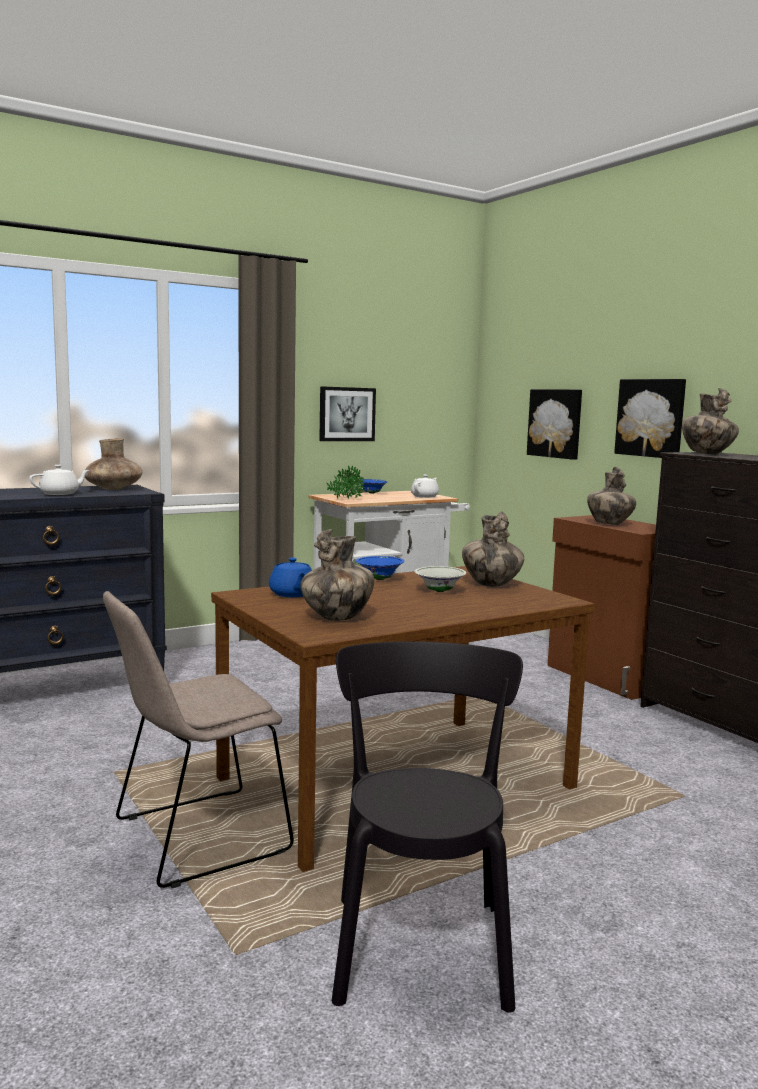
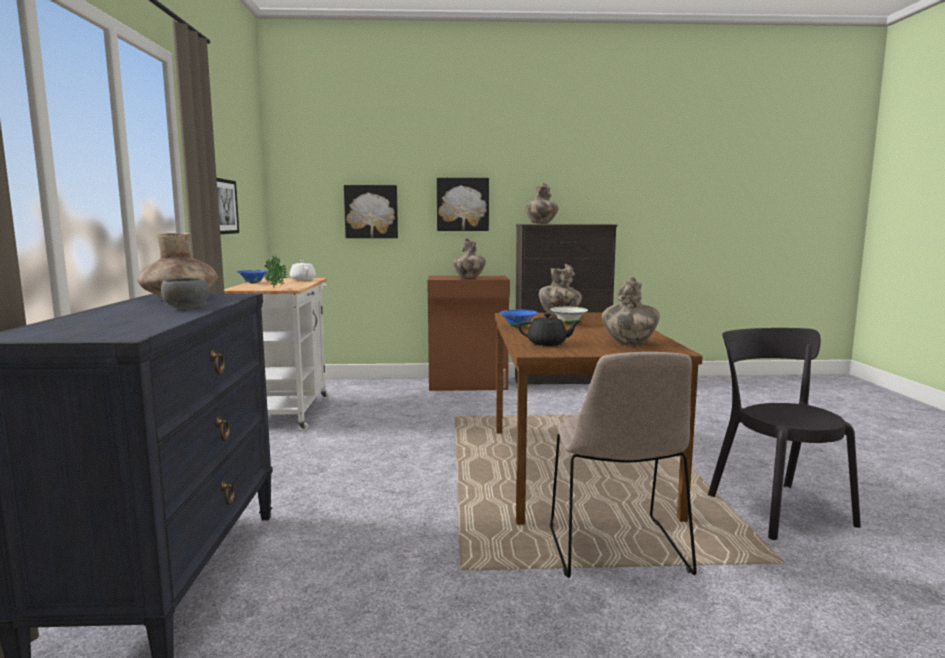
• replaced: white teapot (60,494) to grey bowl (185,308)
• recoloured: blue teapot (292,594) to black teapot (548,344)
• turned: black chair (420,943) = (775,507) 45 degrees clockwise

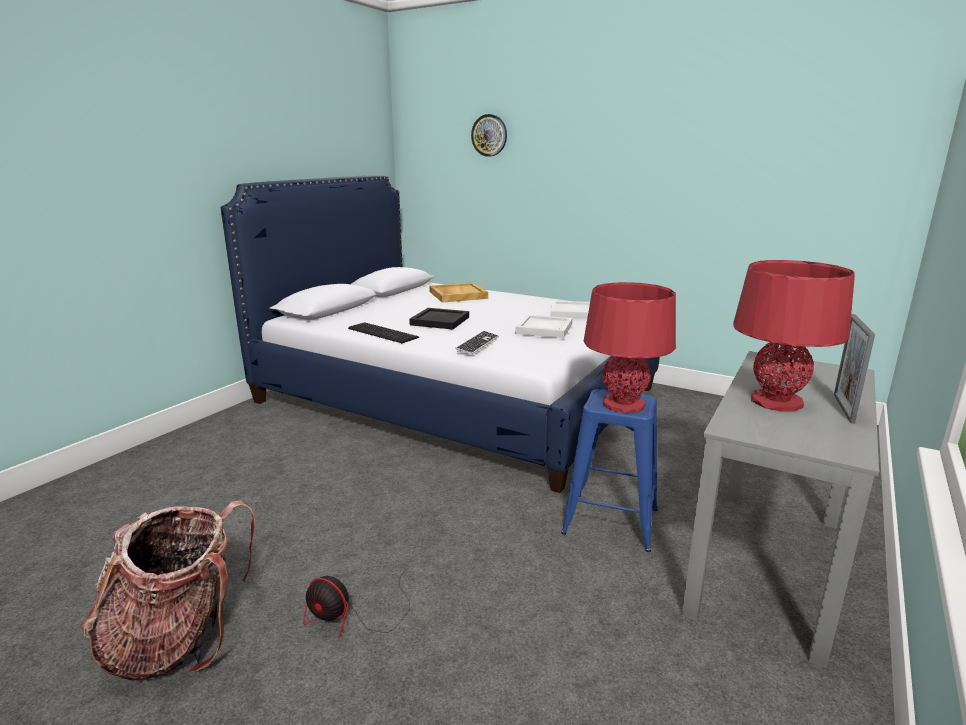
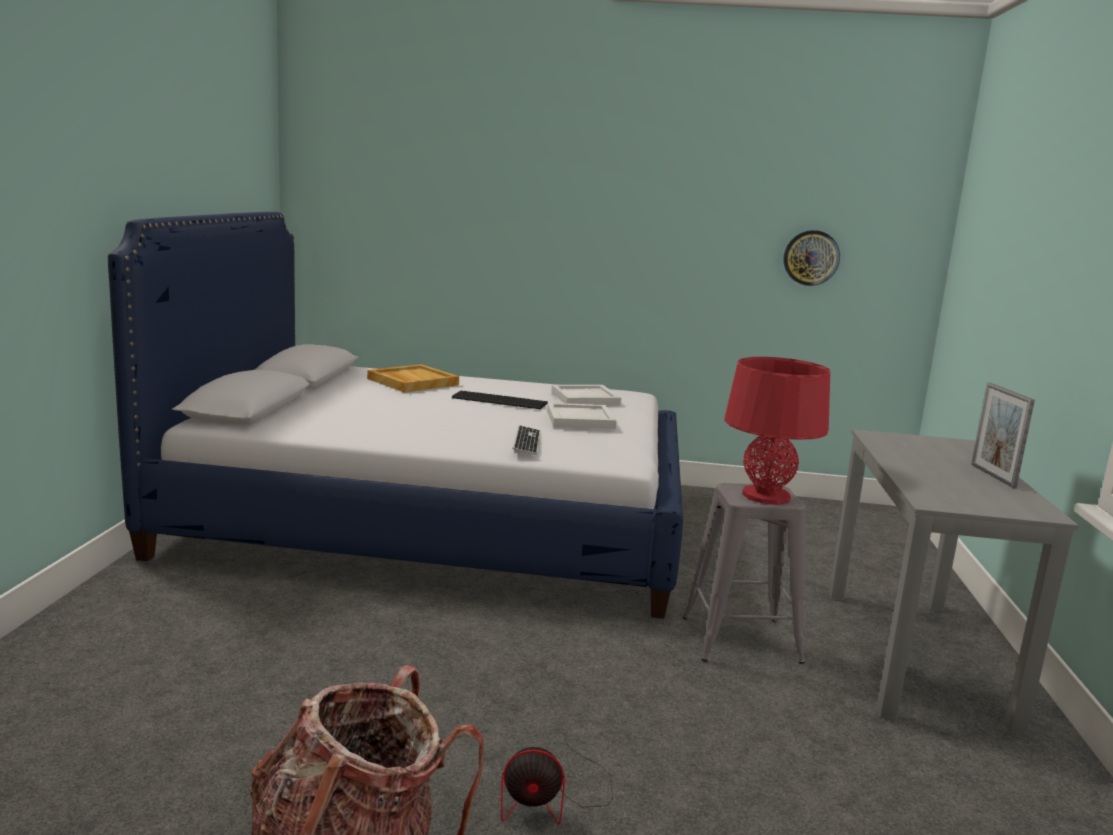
• removed: black tray (439,321)
• removed: red table lamp (776,402)
• moved: keyboard (383,332) to (499,400)
• moved: wall clock (489,135) to (811,257)
• recoloured: blue stool (610,521) to grey stool (741,639)

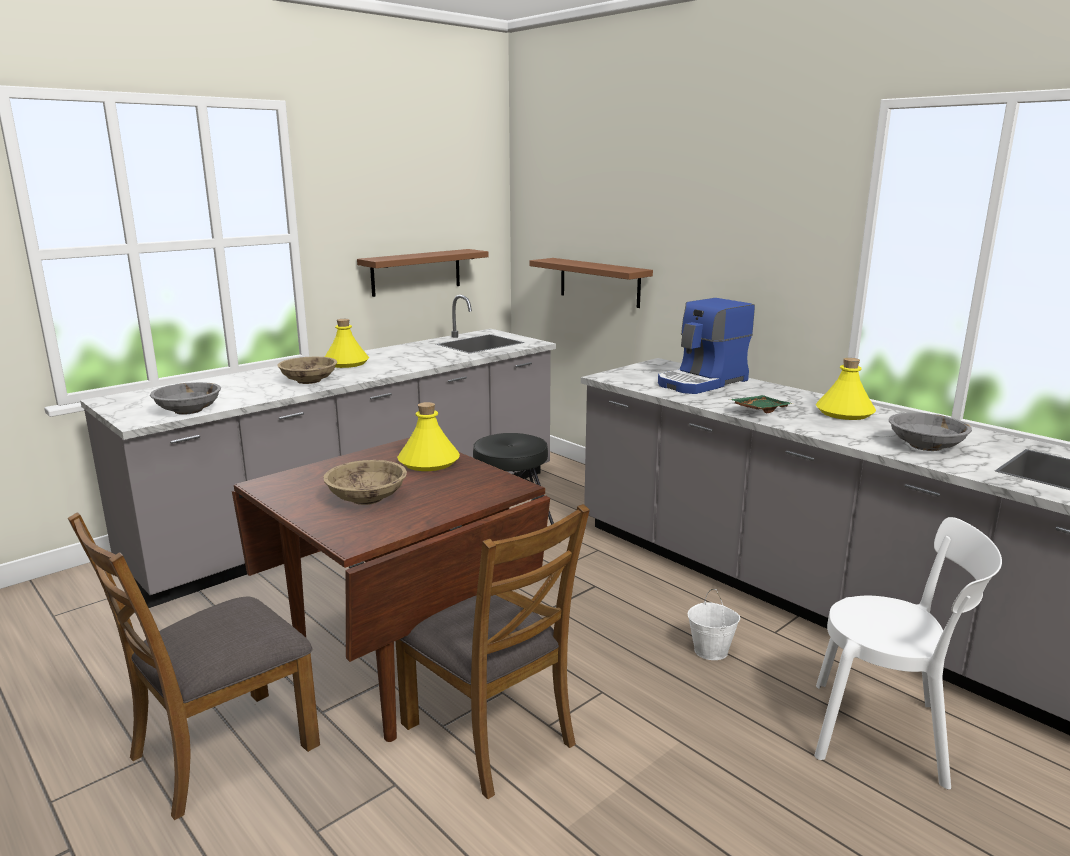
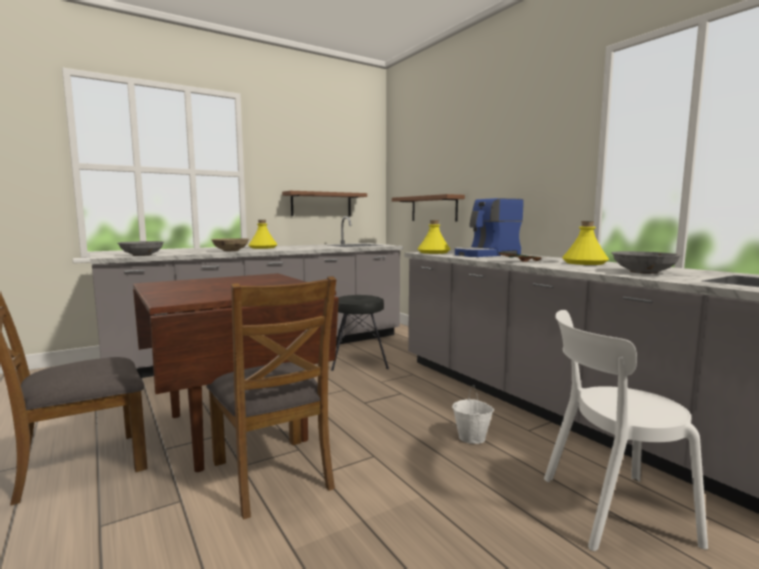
• removed: beige bowl (367,498)
• moved: yellow bottle (428,462) to (433,252)
• turned: white chair (886,734) = (609,510) 150 degrees clockwise

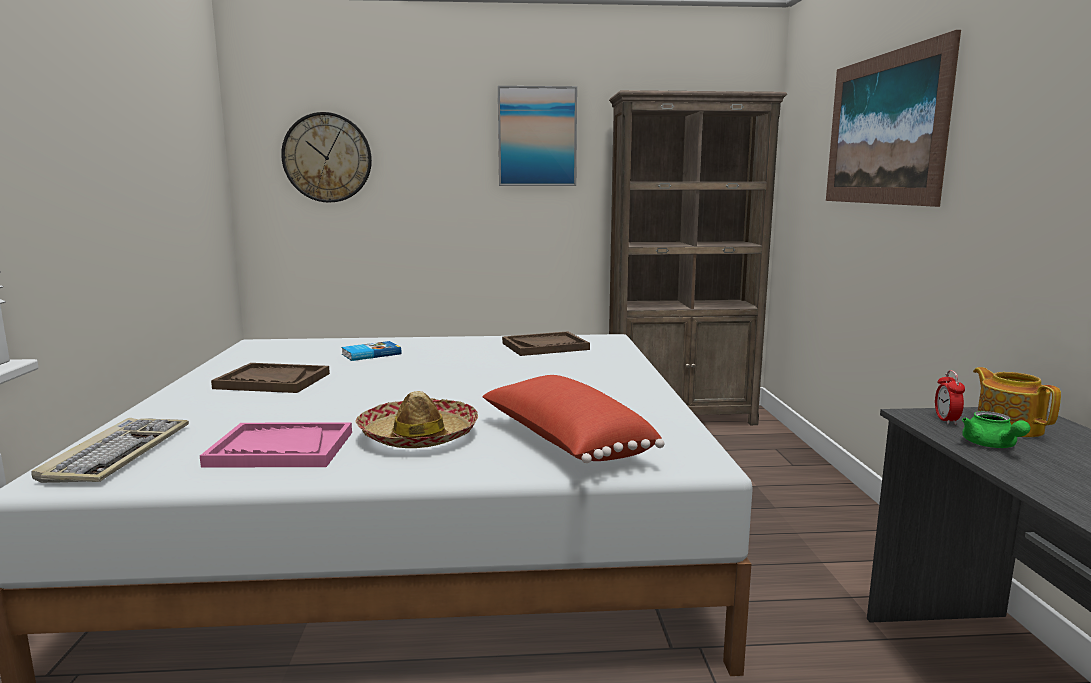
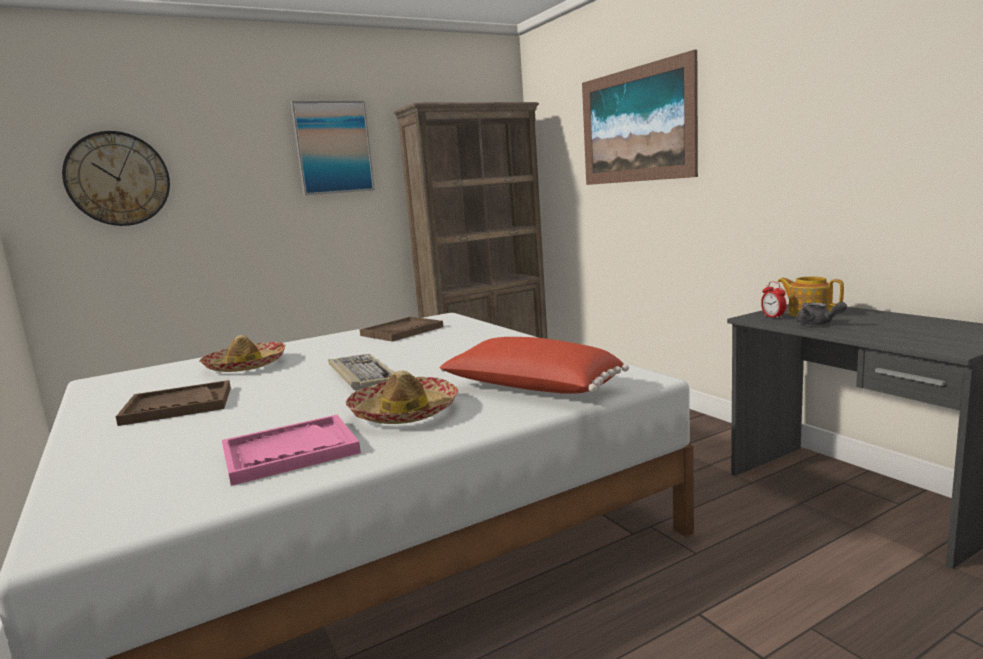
• moved: keyboard (117,453) to (361,374)
• replaced: book (370,354) to hat (246,366)
• recoloured: green teapot (992,445) to grey teapot (818,324)

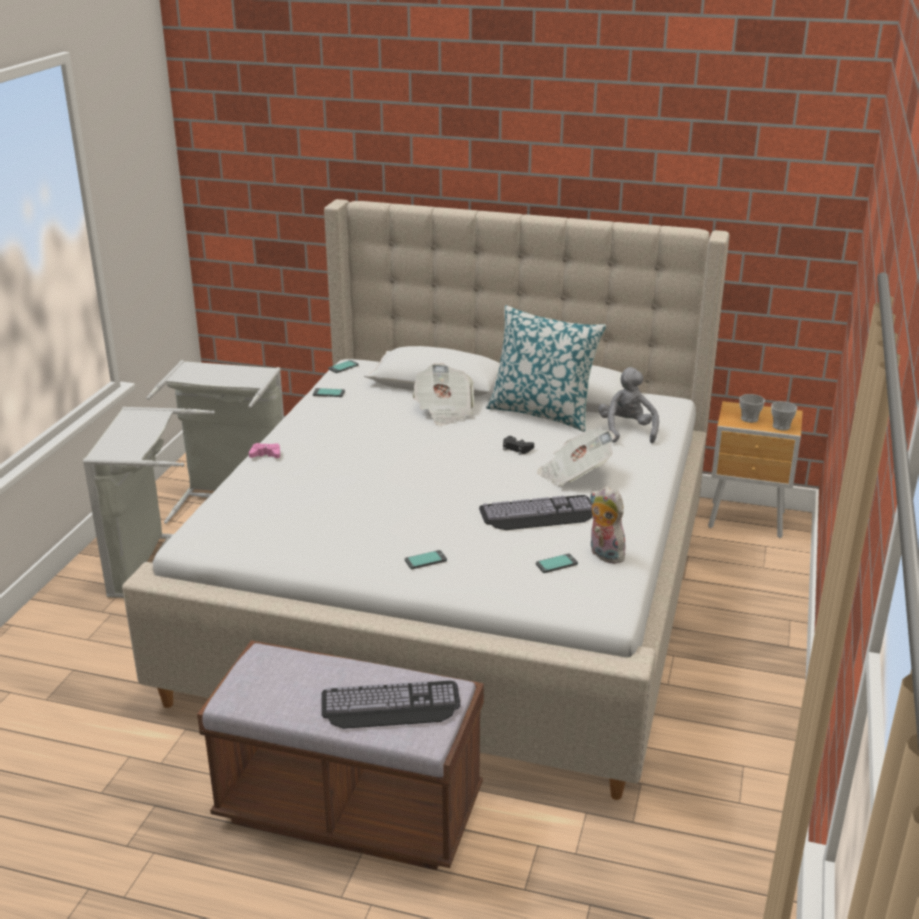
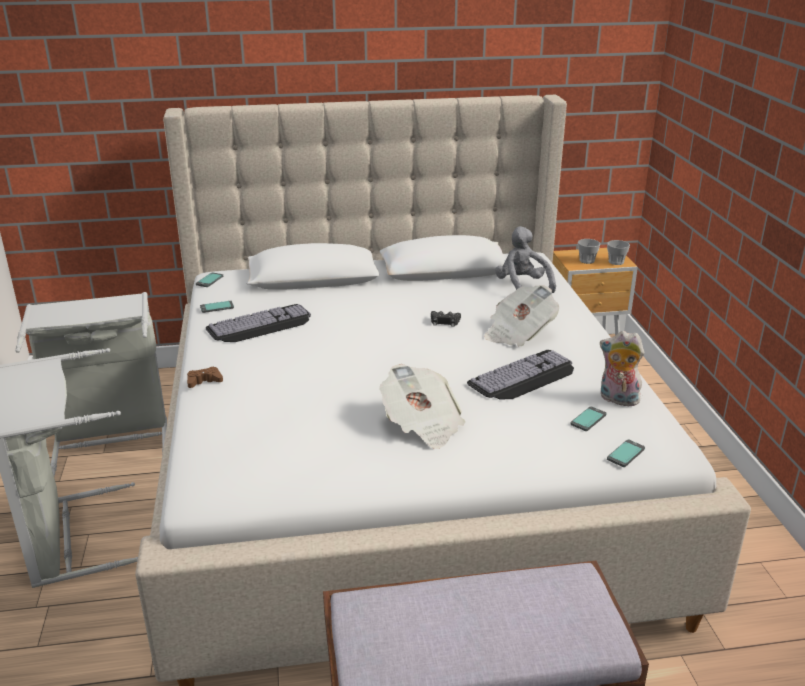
• removed: pillow (542,413)
• moved: keyboard (389,706) to (261,325)
• moved: phone (425,560) to (625,454)
• moved: newspaper (444,410) to (422,425)
• recoloured: pink game controller (266,455) to brown game controller (204,381)

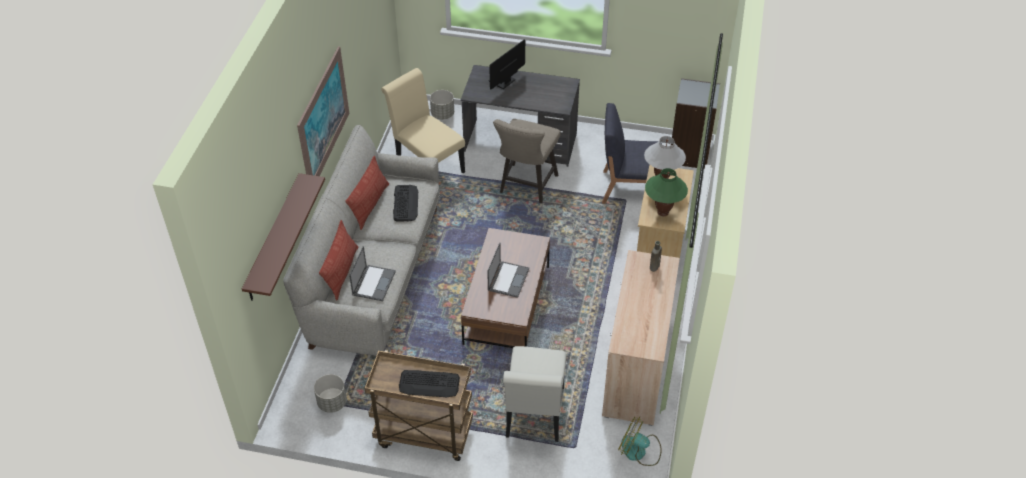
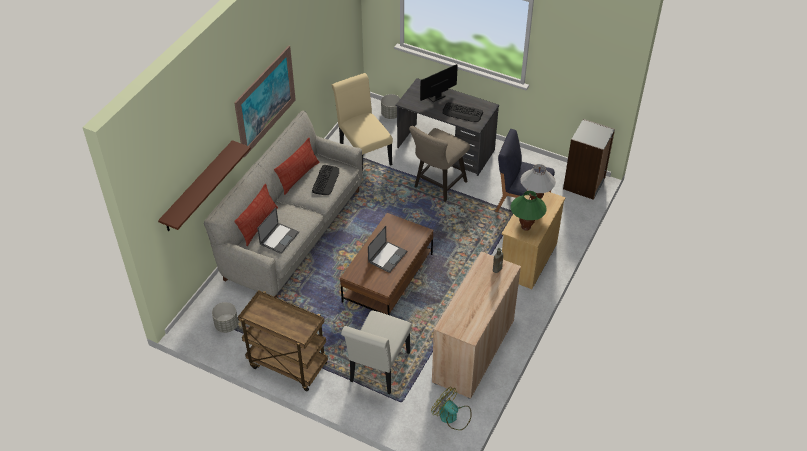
• moved: keyboard (429,384) to (462,113)

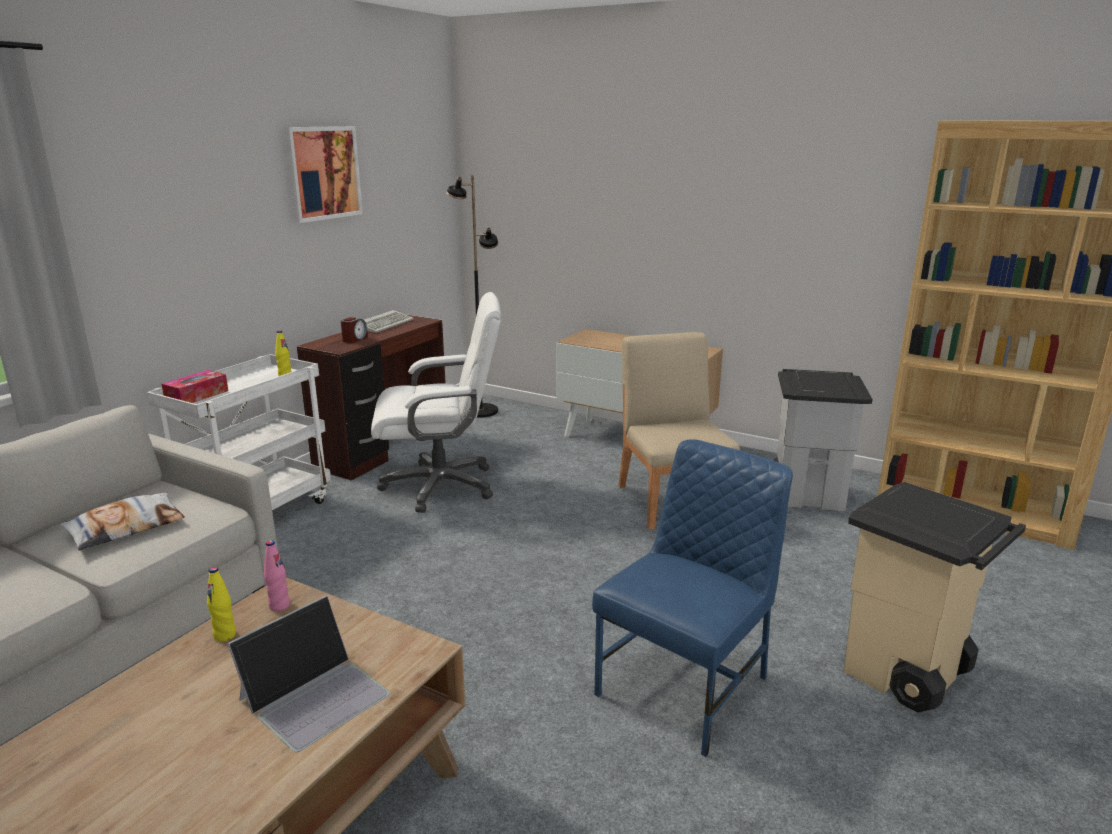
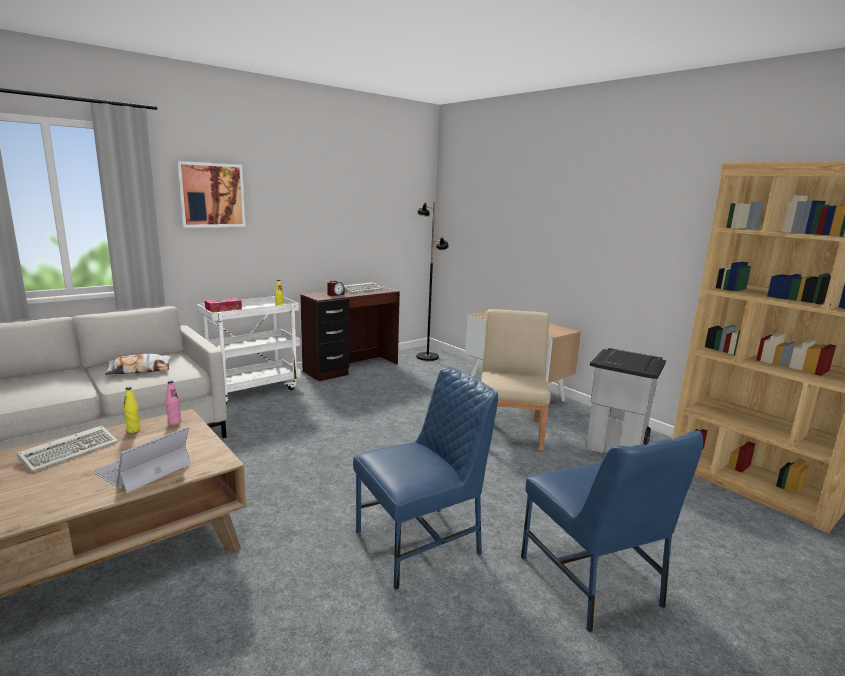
• removed: white office chair (441,485)
• added: keyboard (72,450)
• moved: picture (323,173) to (211,195)
• replaced: beige trash can (905,674) to blue chair (592,582)
• turned: laptop (315,695) = (142,469) 150 degrees clockwise

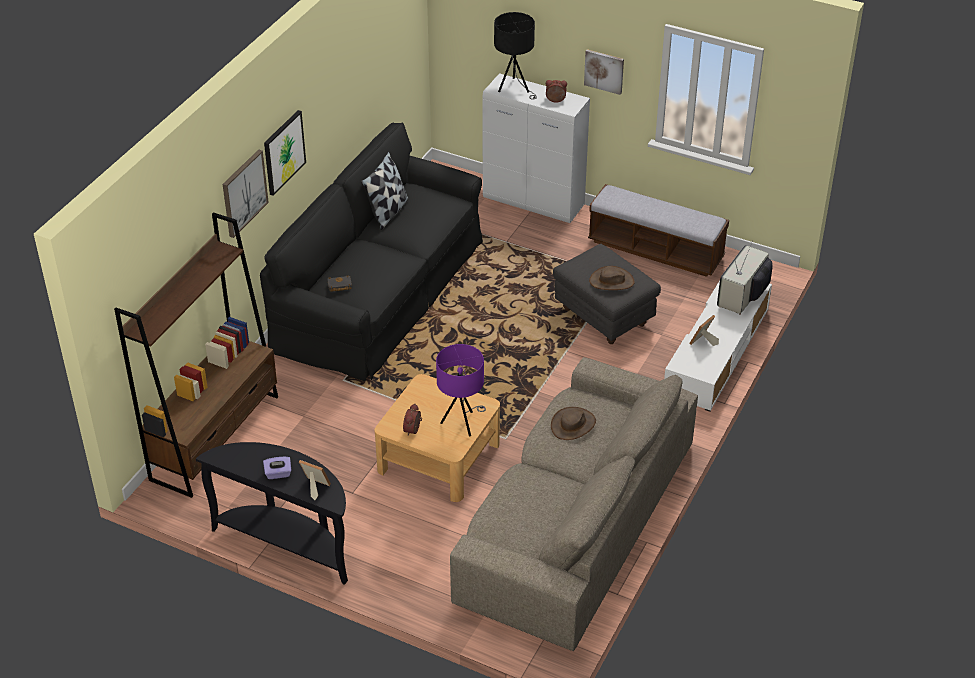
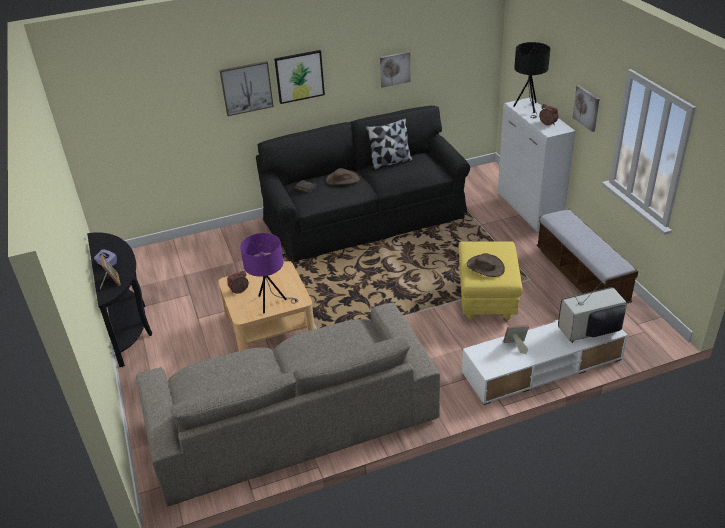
• removed: brown bookcase (215,437)
• added: picture (394,69)
• moved: brown hat (573,425) to (342,180)
• recoloured: grey ottoman (605,317) to yellow ottoman (487,300)

